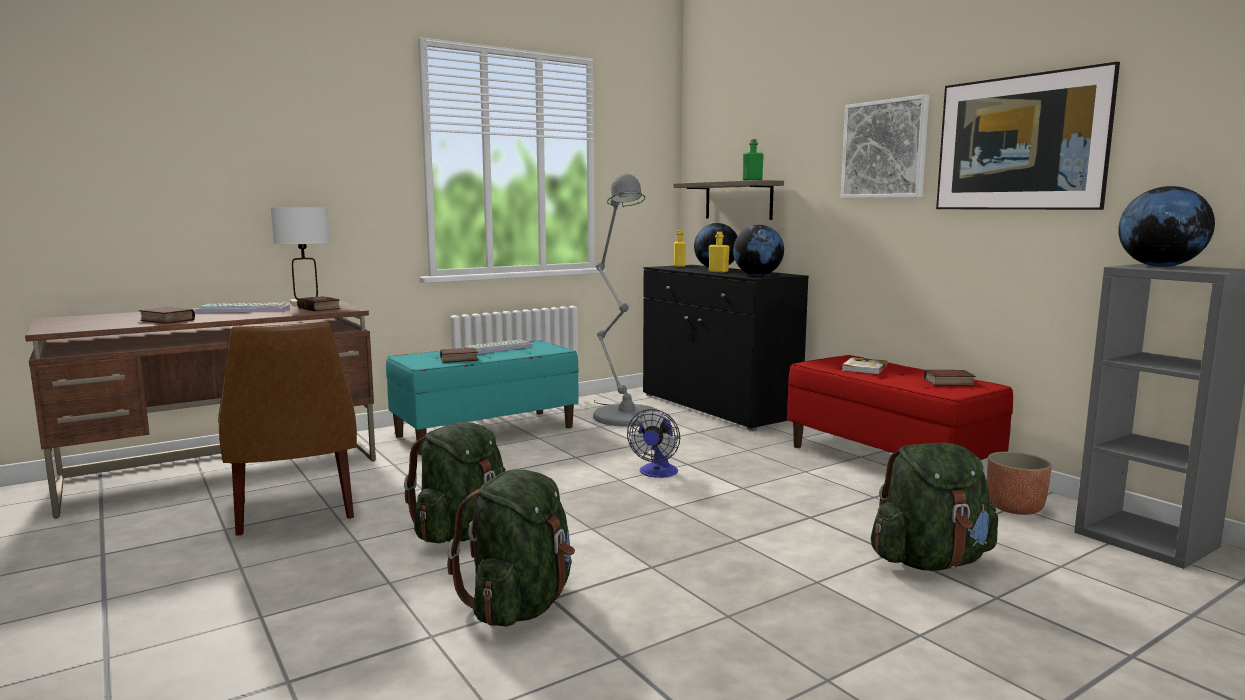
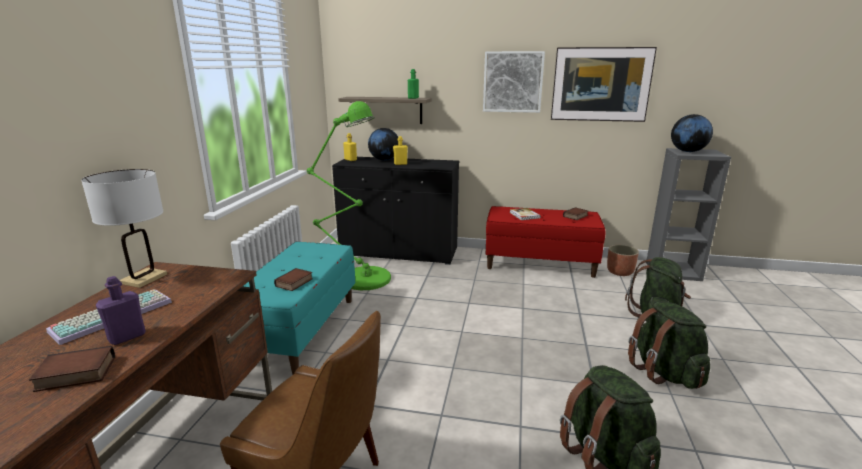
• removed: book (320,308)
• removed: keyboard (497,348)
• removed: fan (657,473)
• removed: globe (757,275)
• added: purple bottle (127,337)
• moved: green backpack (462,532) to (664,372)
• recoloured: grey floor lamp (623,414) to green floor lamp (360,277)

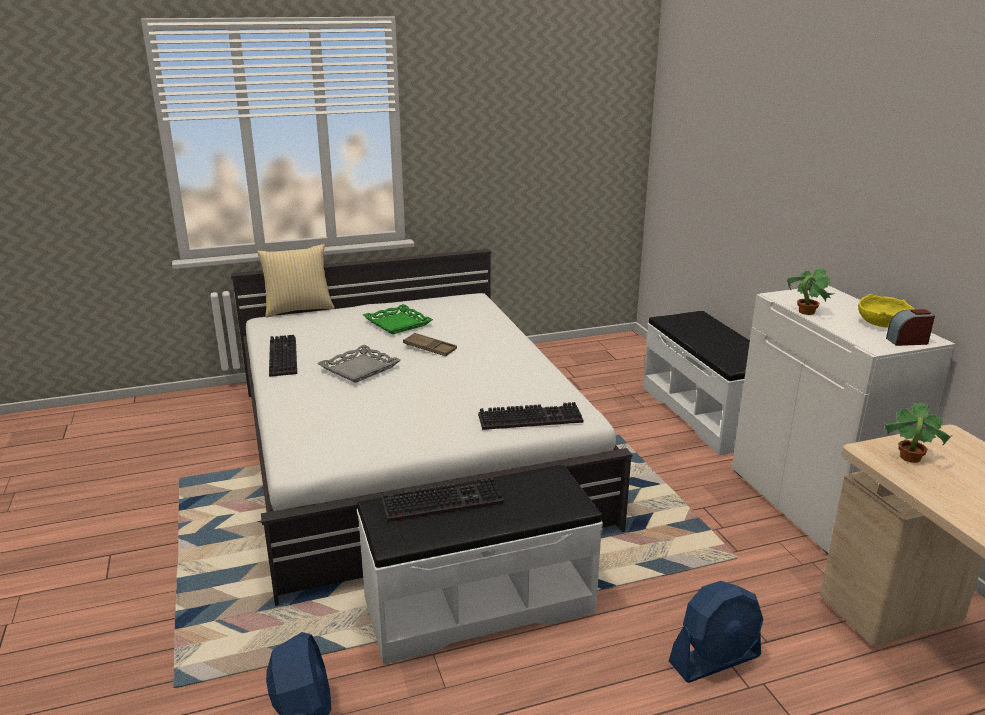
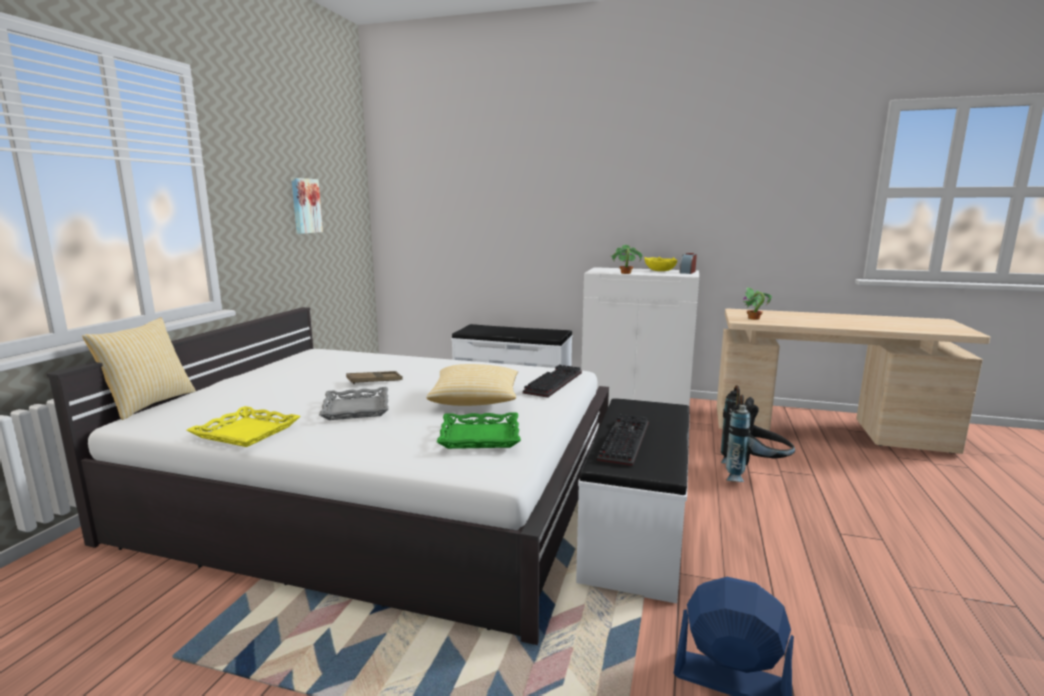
• added: picture (305,206)
• added: pillow (475,400)
• moved: green tray (398,323) to (480,436)
• replaced: keyboard (281,357) to yellow tray (245,432)
• replaced: blue fan (715,659) to black backpack (752,475)

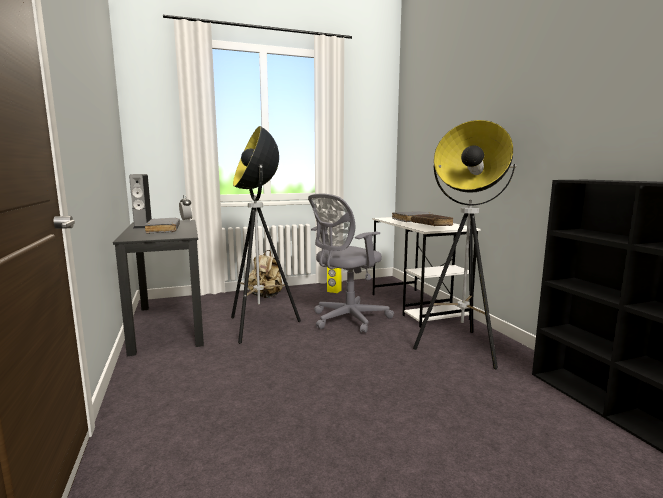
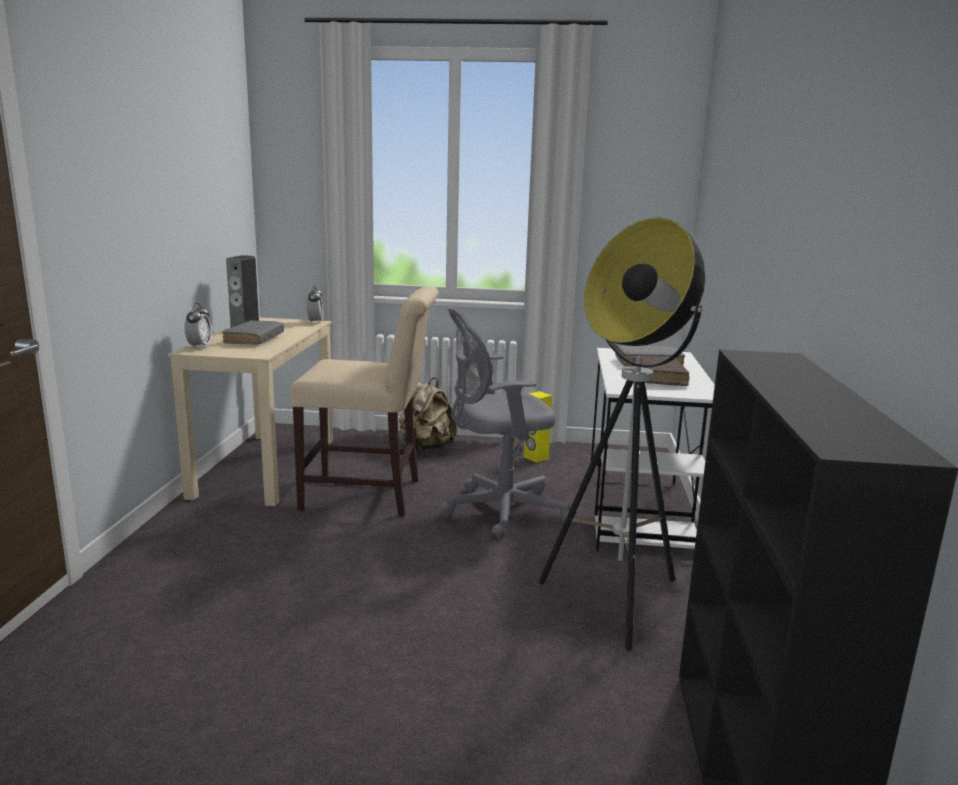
• added: alarm clock (199,346)
• replaced: floor lamp (260,327) to beige chair (369,495)
• recoloured: black desk (169,324) to beige desk (266,466)

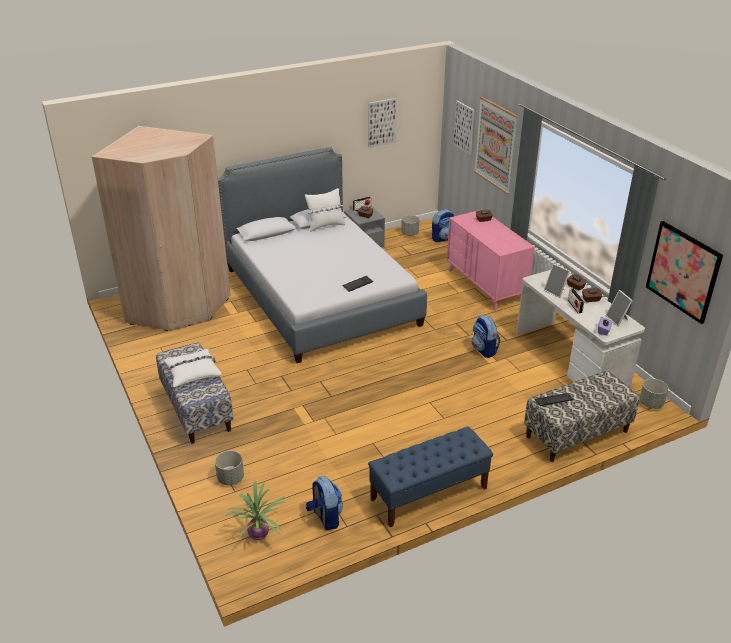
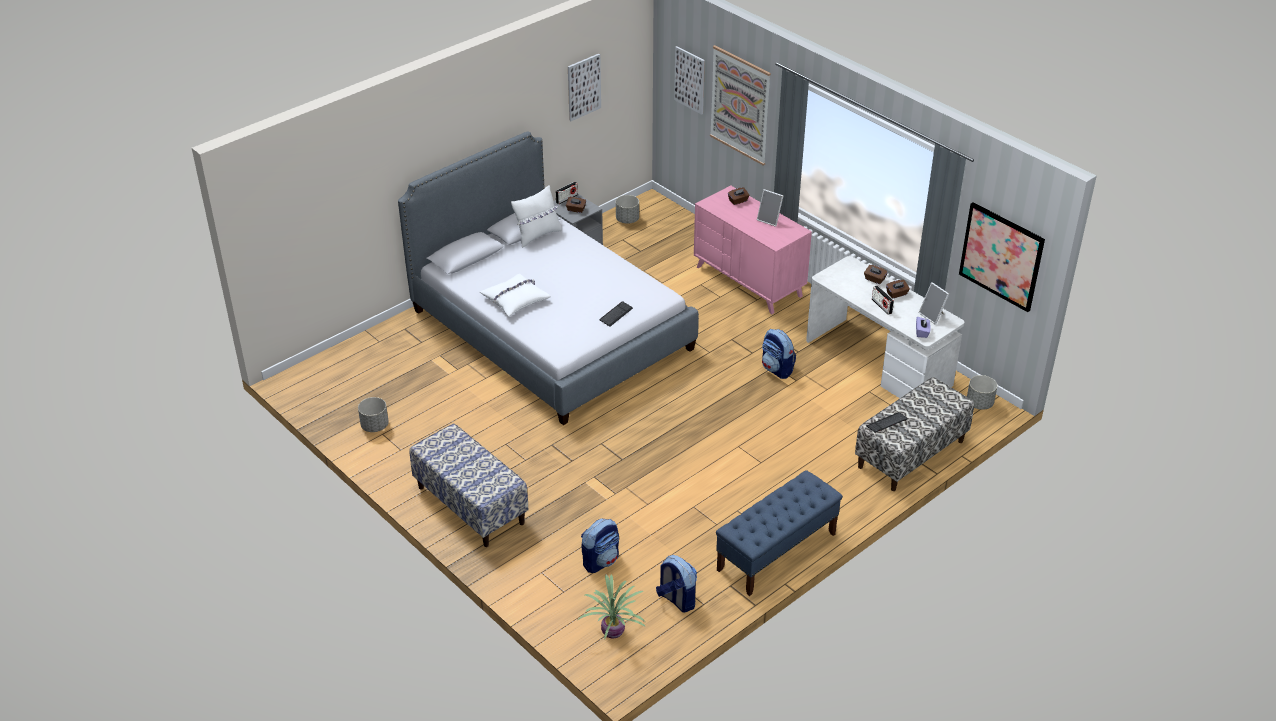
• removed: beige wardrobe (178,308)
• moved: white pillow (192,372) to (515,300)
• moved: grey planter (230,478) to (374,426)
• moved: backpack (442,238) to (601,561)
• moved: picture frame (555,292) to (770,220)

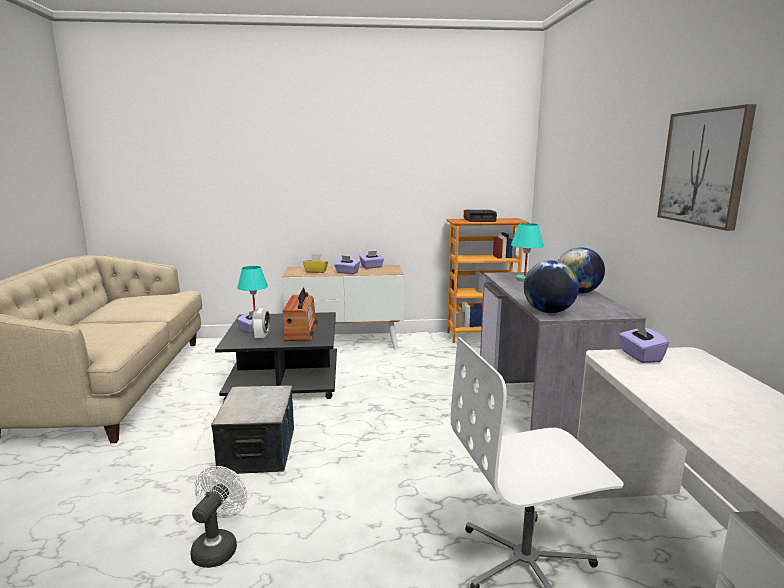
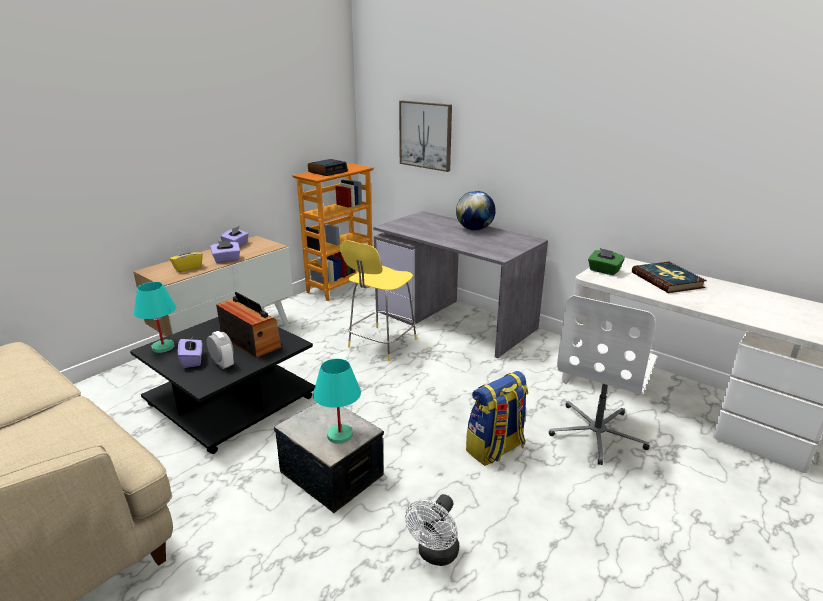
• removed: globe (548,312)
• added: yellow stool (381,344)
• added: backpack (495,449)
• added: book (667,280)
• moved: turquoise table lamp (524,279) to (339,435)
• moved: picture (704,168) to (425,135)
• recoloured: purple tissue box (640,356) to green tissue box (604,271)
• turned: white fan (218,546) = (435,555) 120 degrees counterclockwise

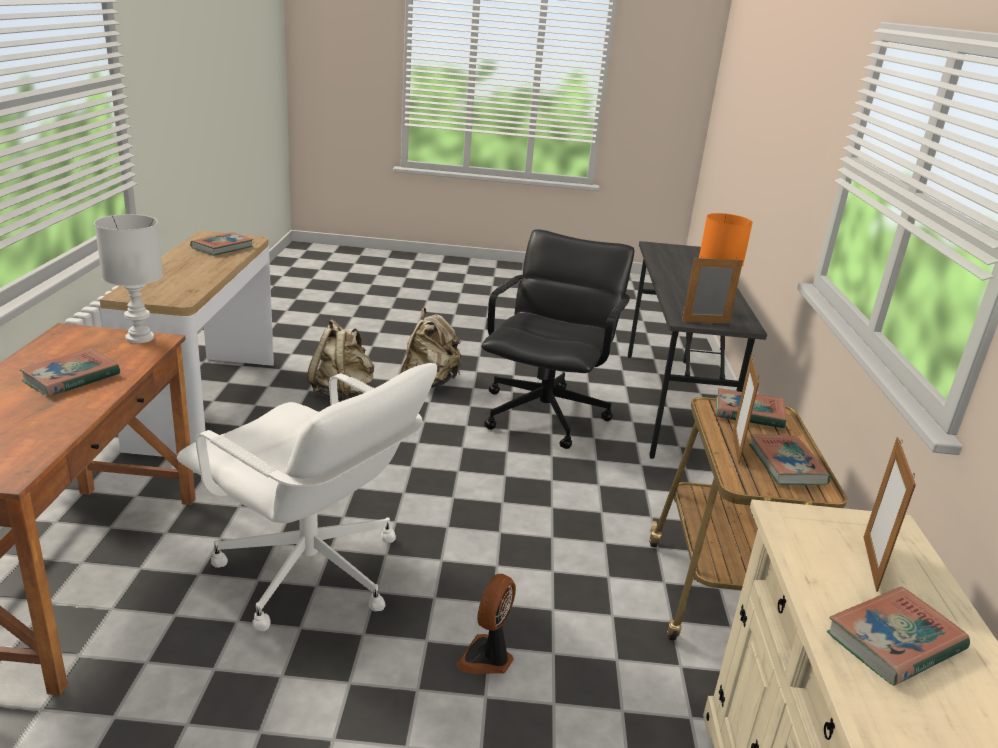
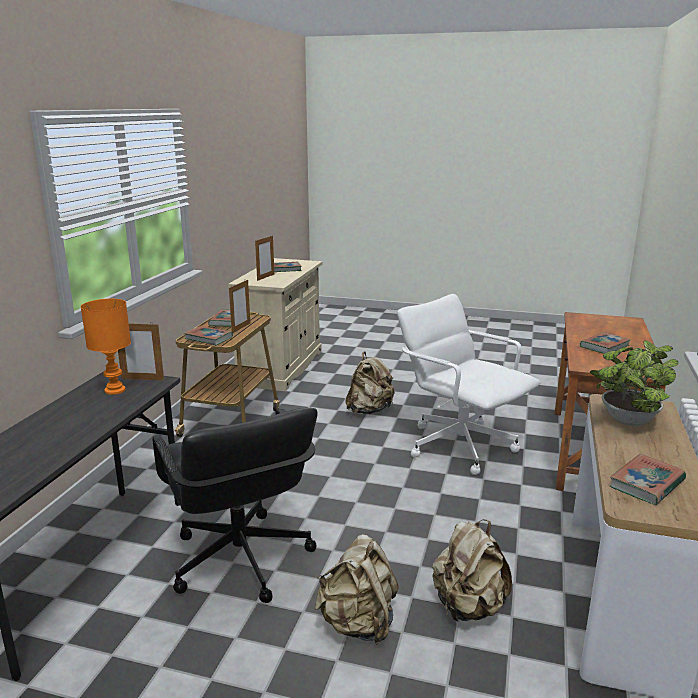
• removed: white table lamp (141,338)
• added: potted plant (626,422)
• replaced: fan (487,658) to beige backpack (369,410)
• turned: black office chair (545,415) = (240,560) 60 degrees counterclockwise

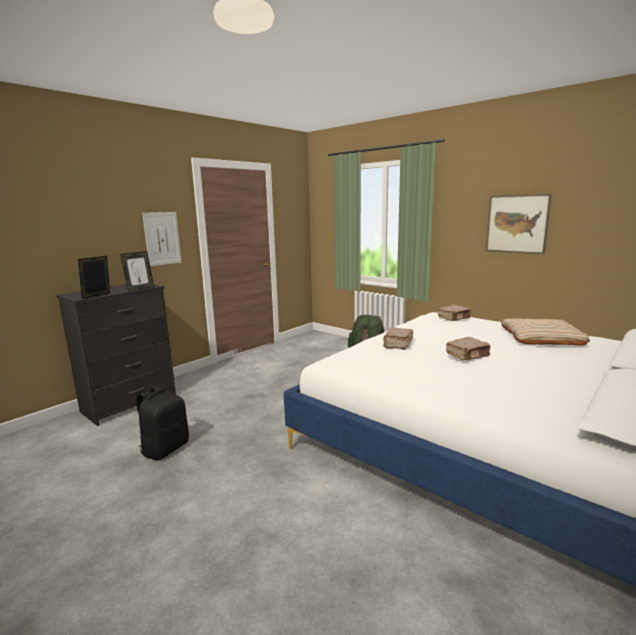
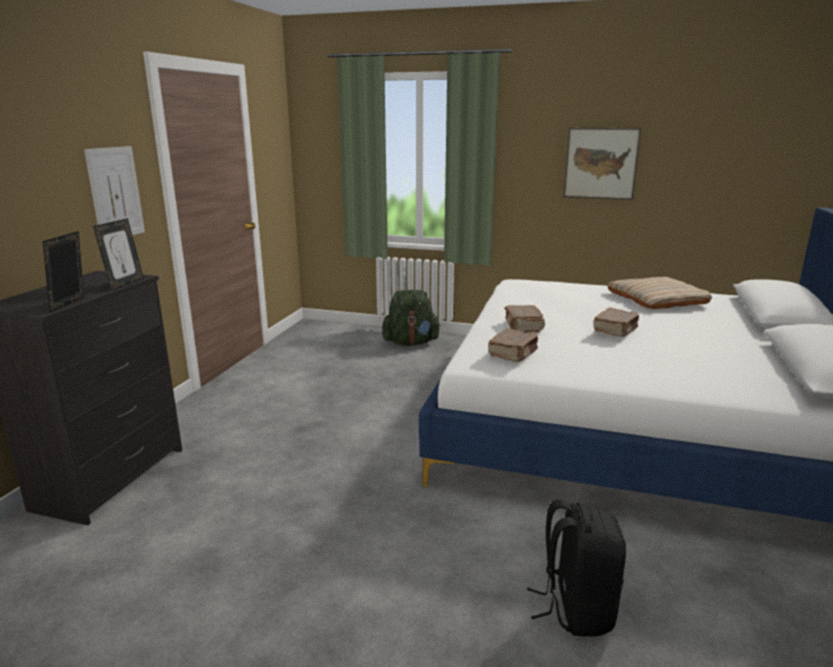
• moved: black backpack (165,449) to (575,608)
• moved: brown book (454,318) to (513,354)

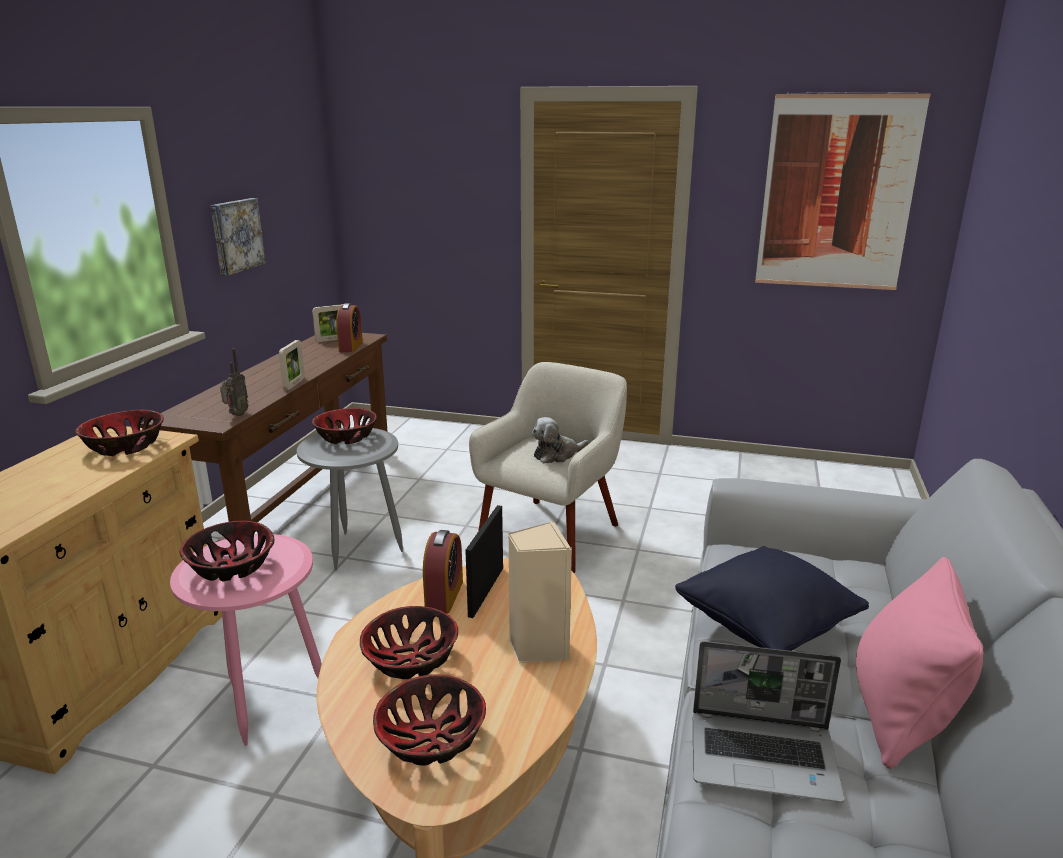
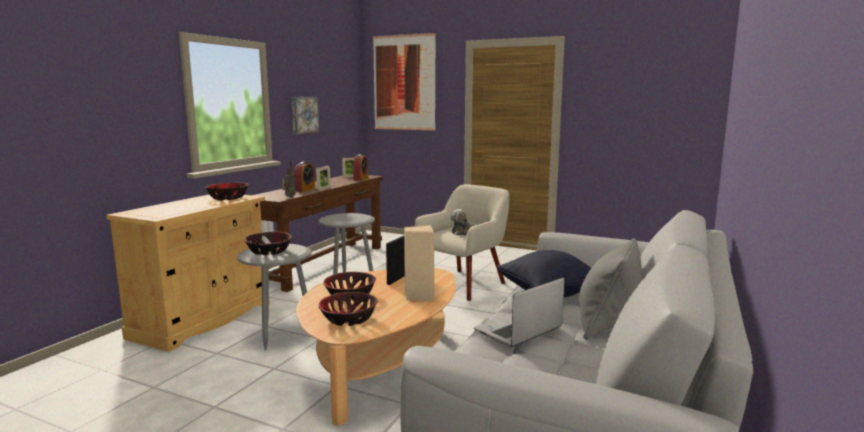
• removed: bowl (345,437)
• moved: alarm clock (444,595) to (305,190)
• moved: picture (836,193) to (404,82)
• recoloured: pink side table (264,701) to grey side table (280,336)
• recoloured: pink pillow (901,715) to grey pillow (606,325)
• turned: laptop (764,756) = (518,330) 120 degrees clockwise

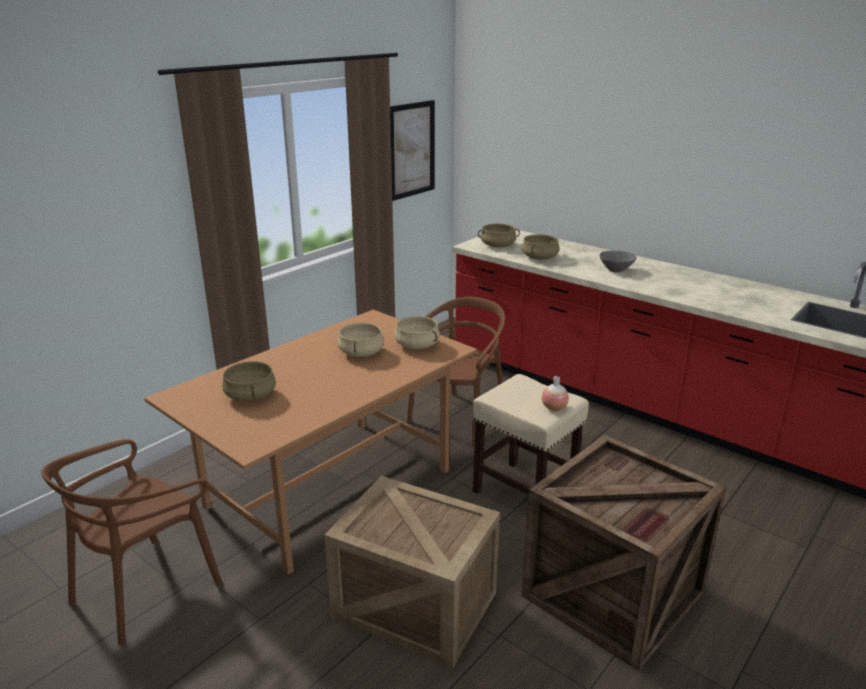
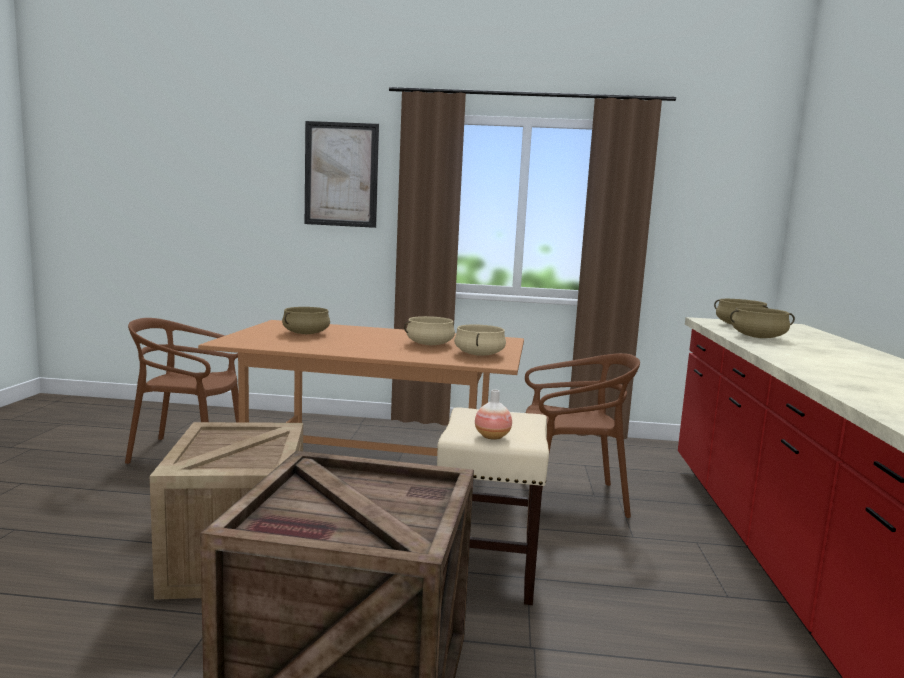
• removed: grey bowl (616,270)
• moved: picture (412,150) to (341,175)

